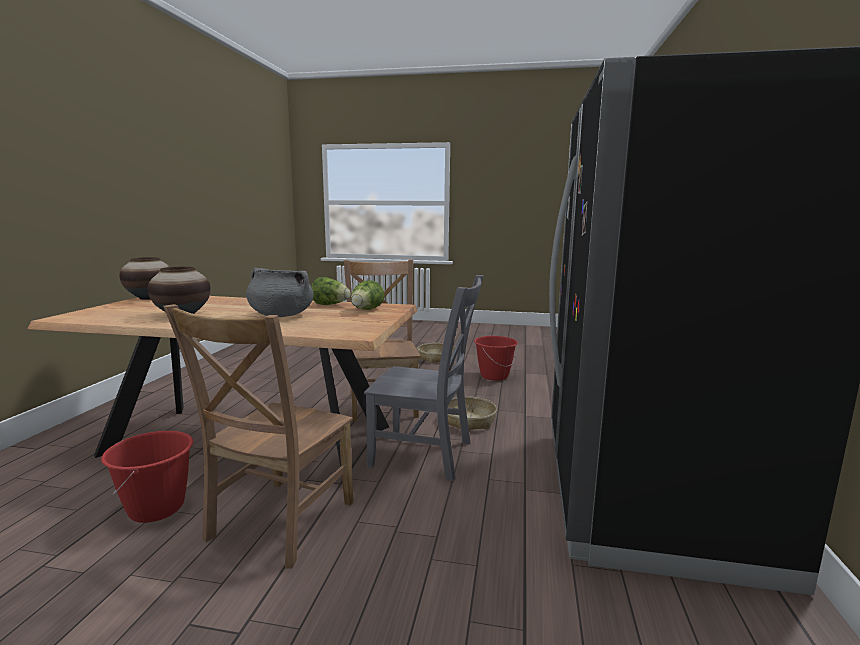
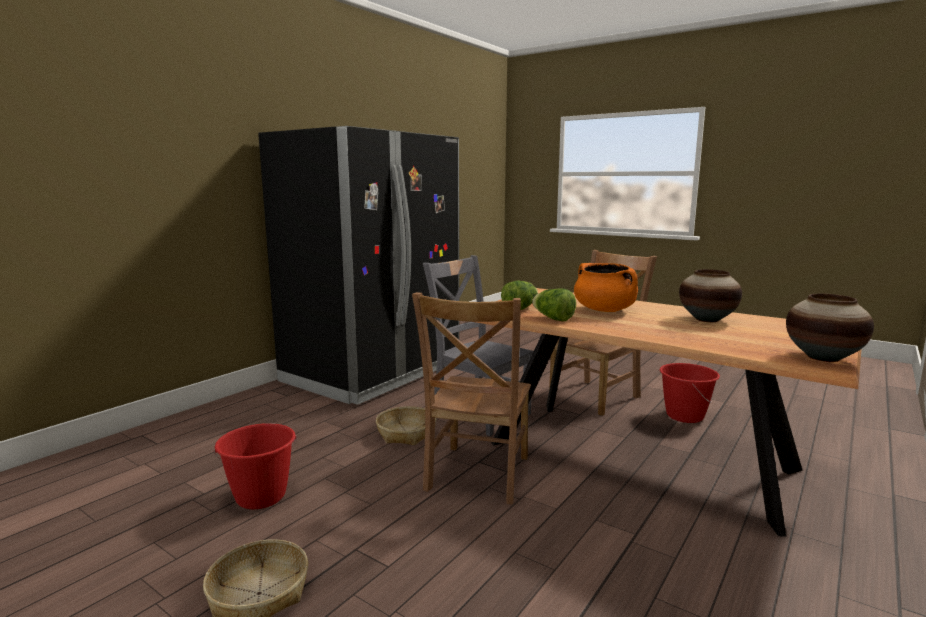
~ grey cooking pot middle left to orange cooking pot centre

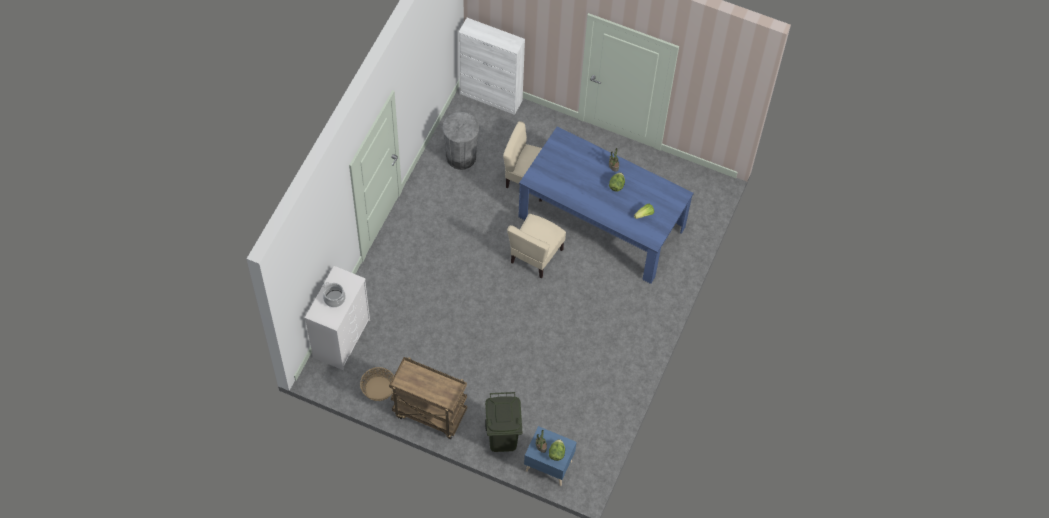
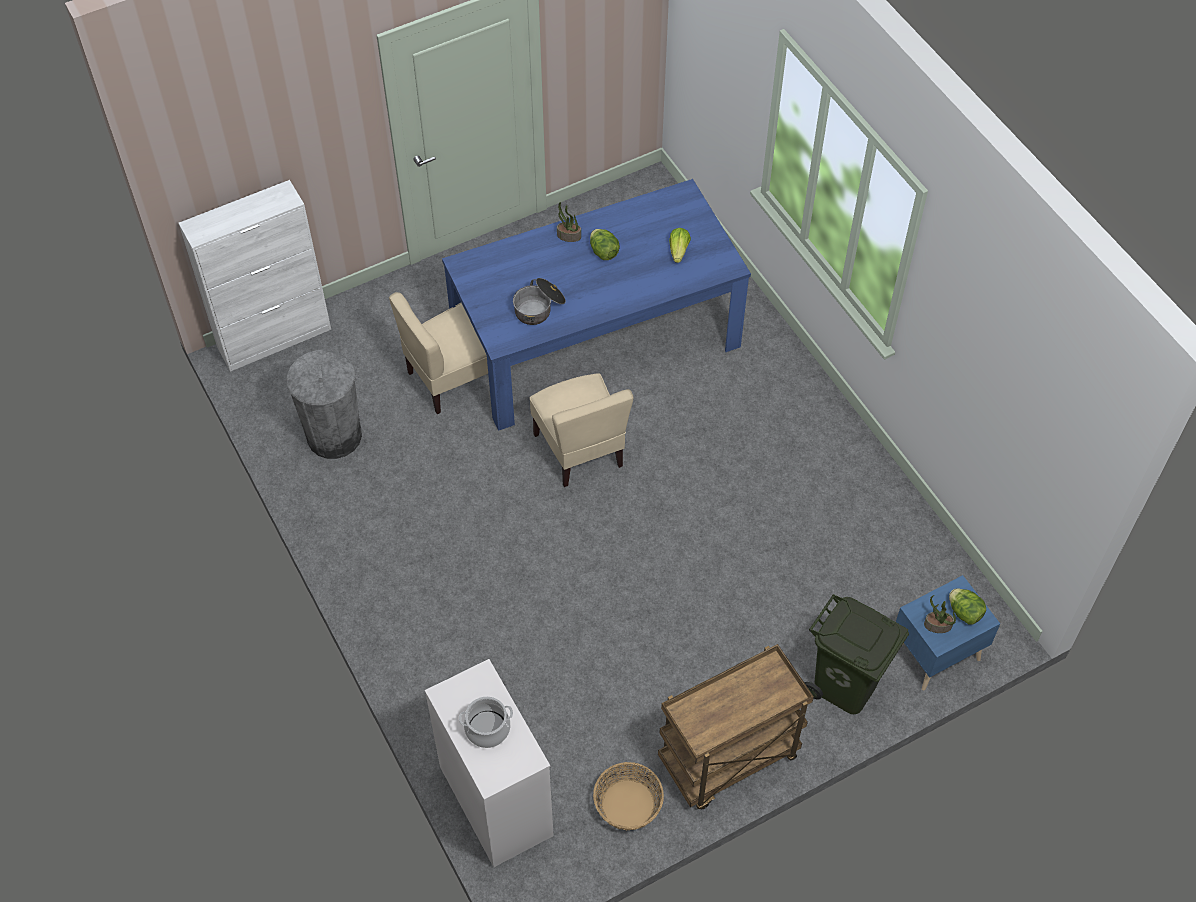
+ cooking pot (no. 2 from left) centre

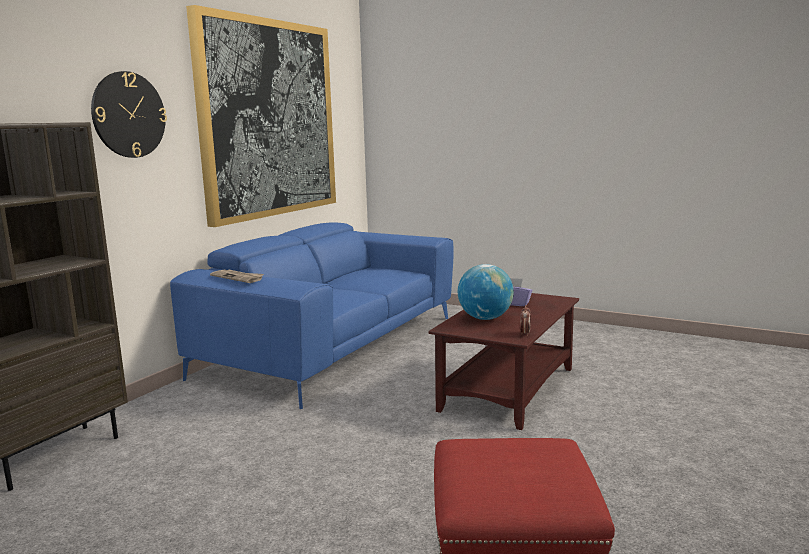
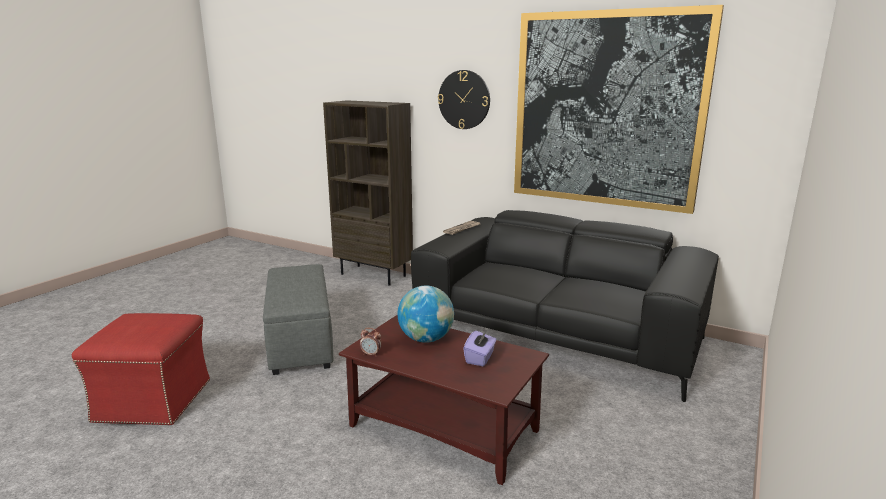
+ grey ottoman centre
~ blue sofa centre to black sofa centre

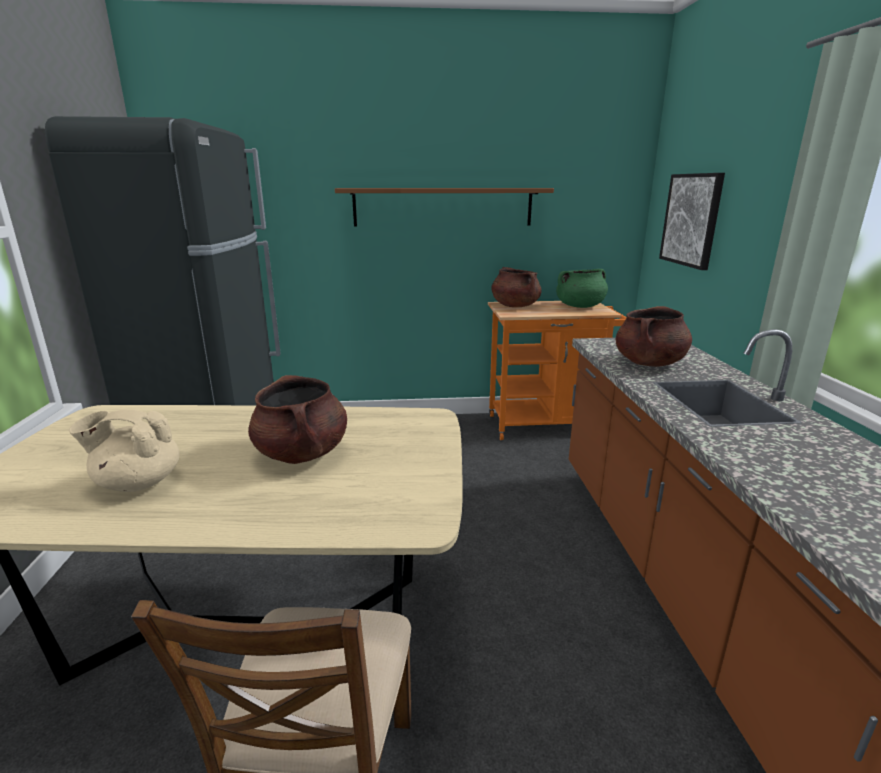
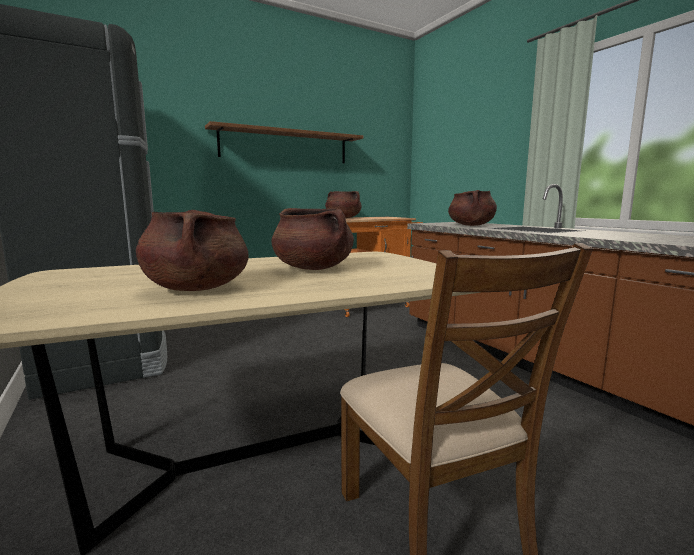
- green cooking pot centre
- picture top right
~ beige teapot middle left to brown cooking pot (no. 1 from left) middle left

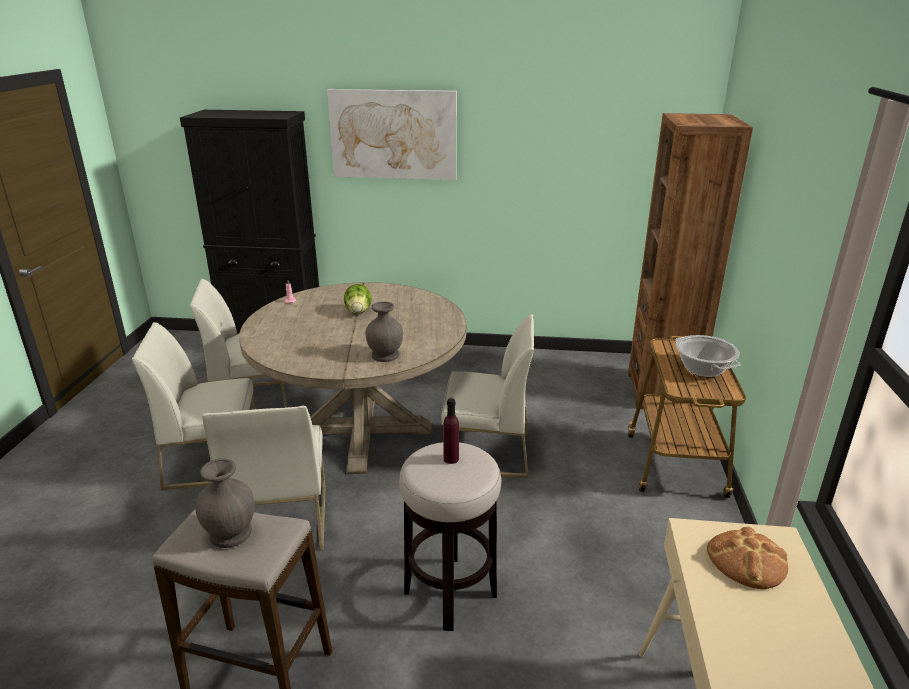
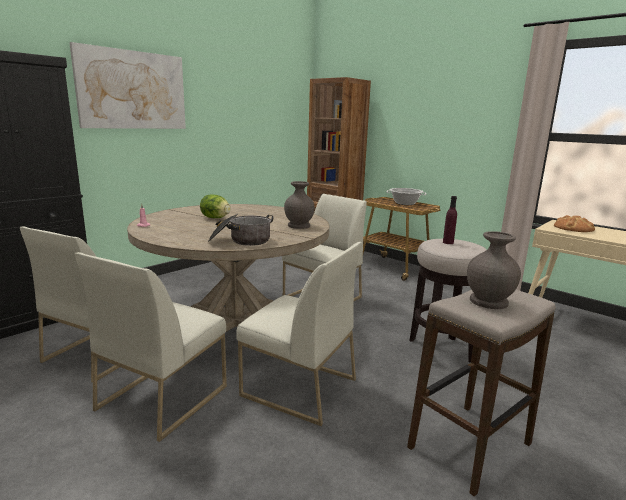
+ cooking pot (no. 1 from left) centre

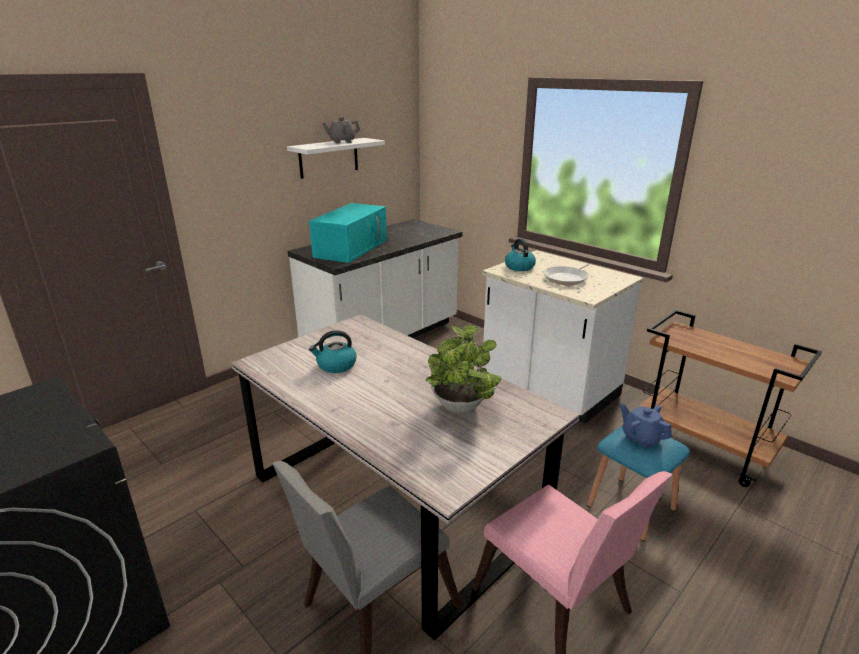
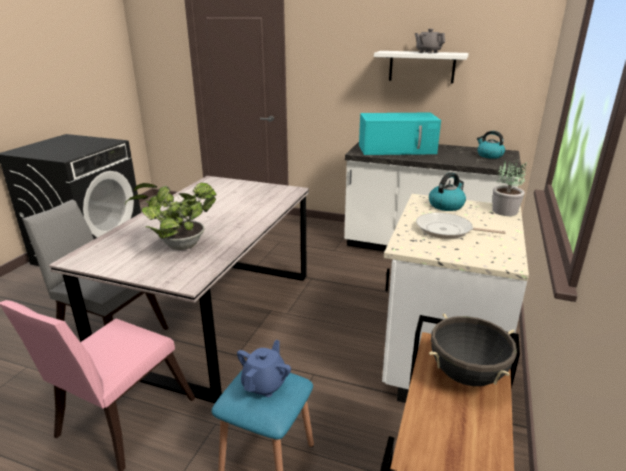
+ black cooking pot bottom right
+ potted plant (no. 2 from left) middle right
~ kettle (no. 1 from left in the first image) centre to kettle (no. 2 from left) top right

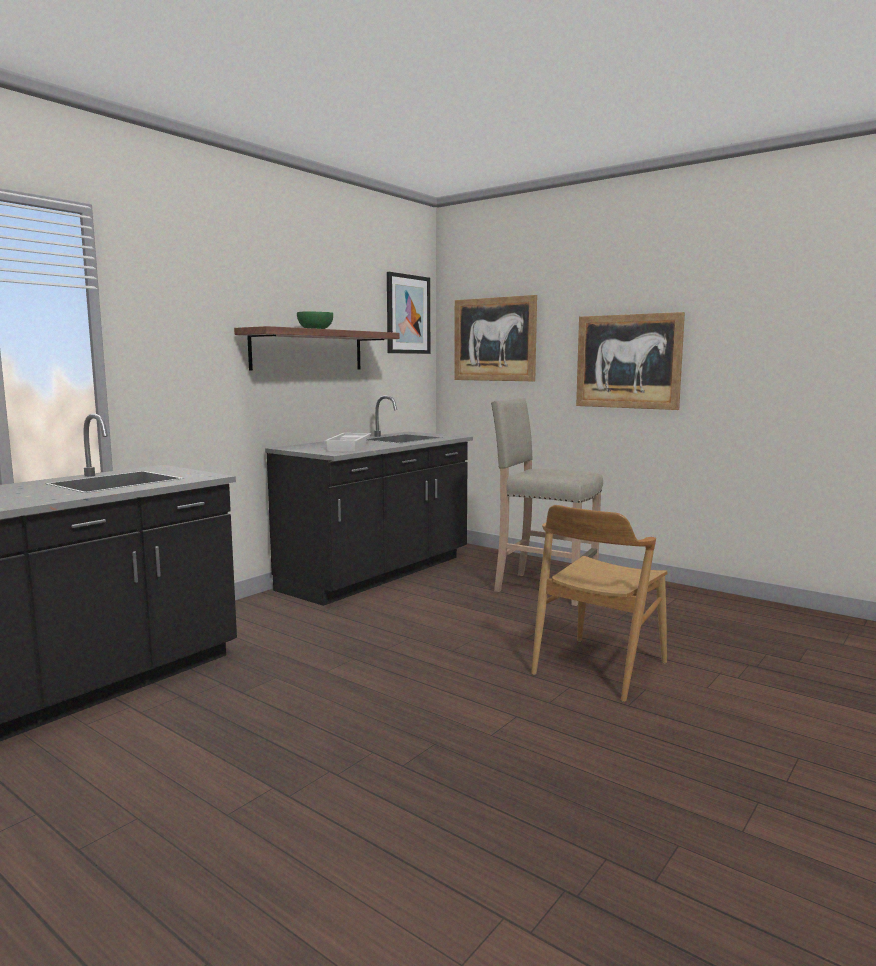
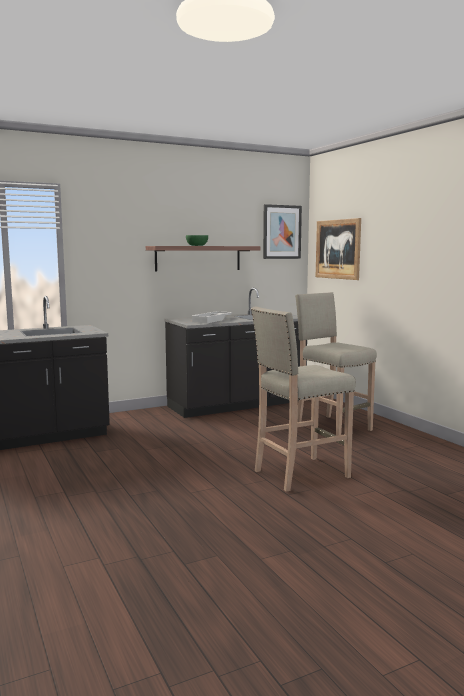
- picture (no. 3 from left) middle right
~ brown chair middle right to beige stool (no. 1 from left) centre

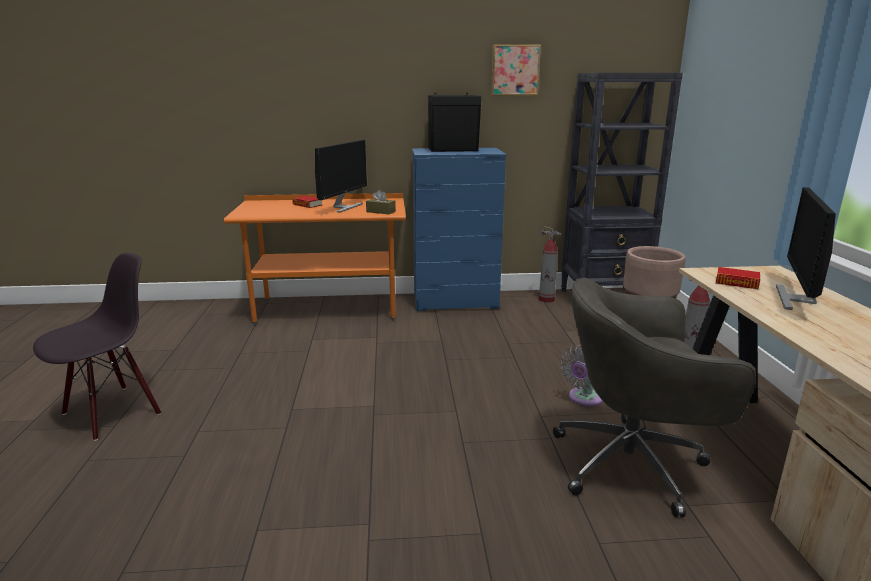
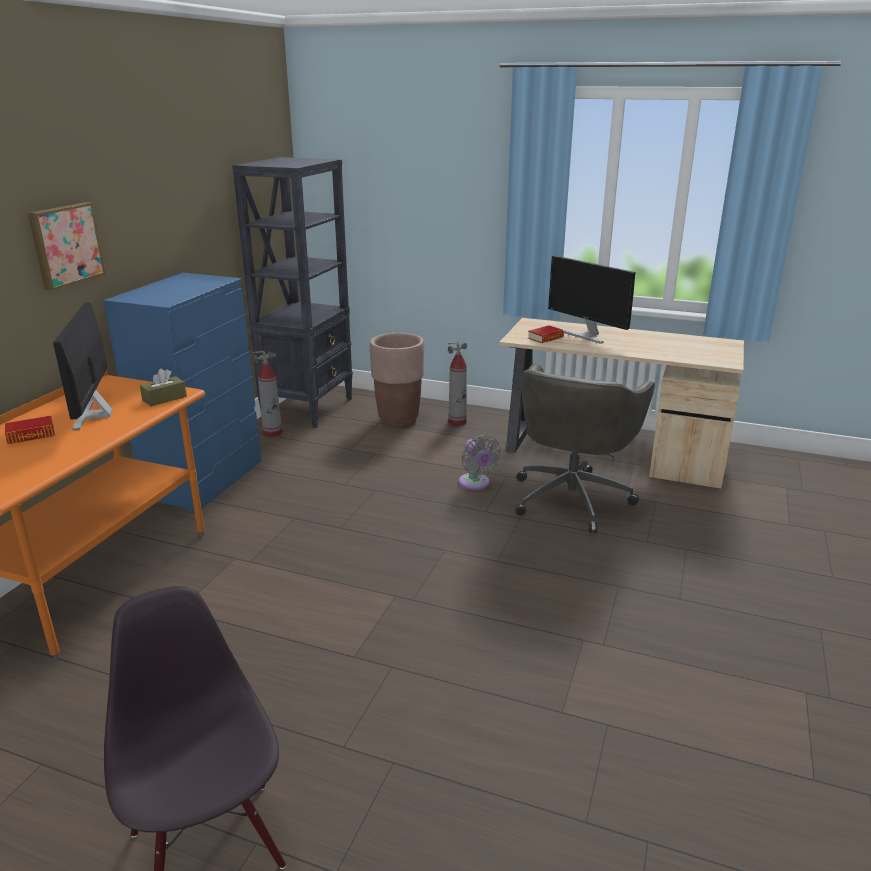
- black speaker top centre
~ picture top centre to top left
~ monitor (no. 1 from left) top centre = middle left 150 degrees counterclockwise

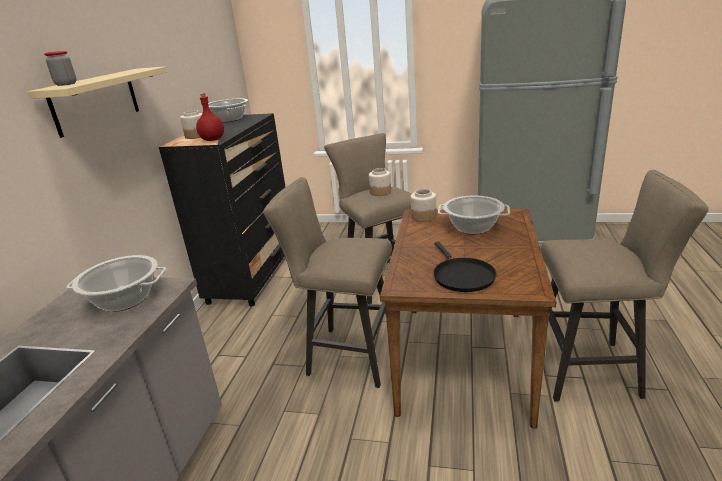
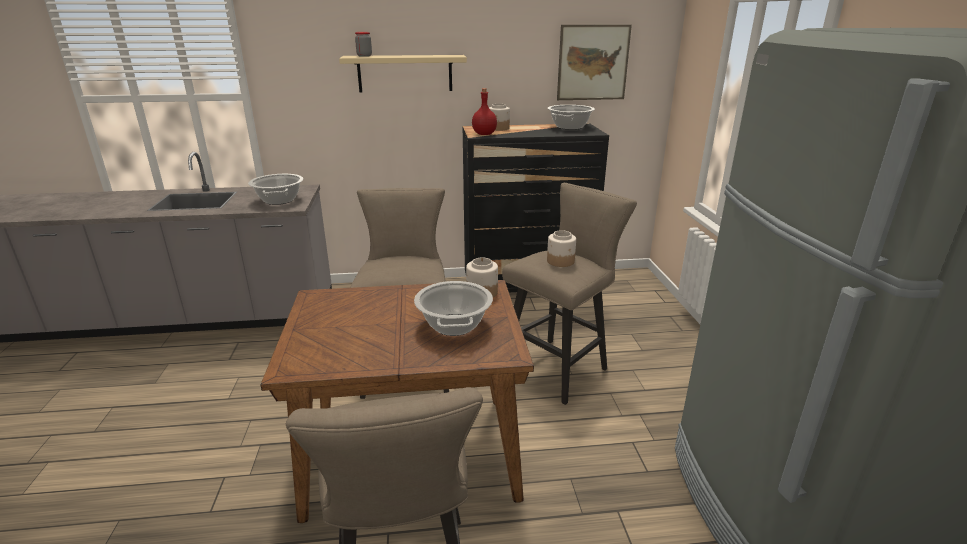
- black frying pan centre
+ picture top centre

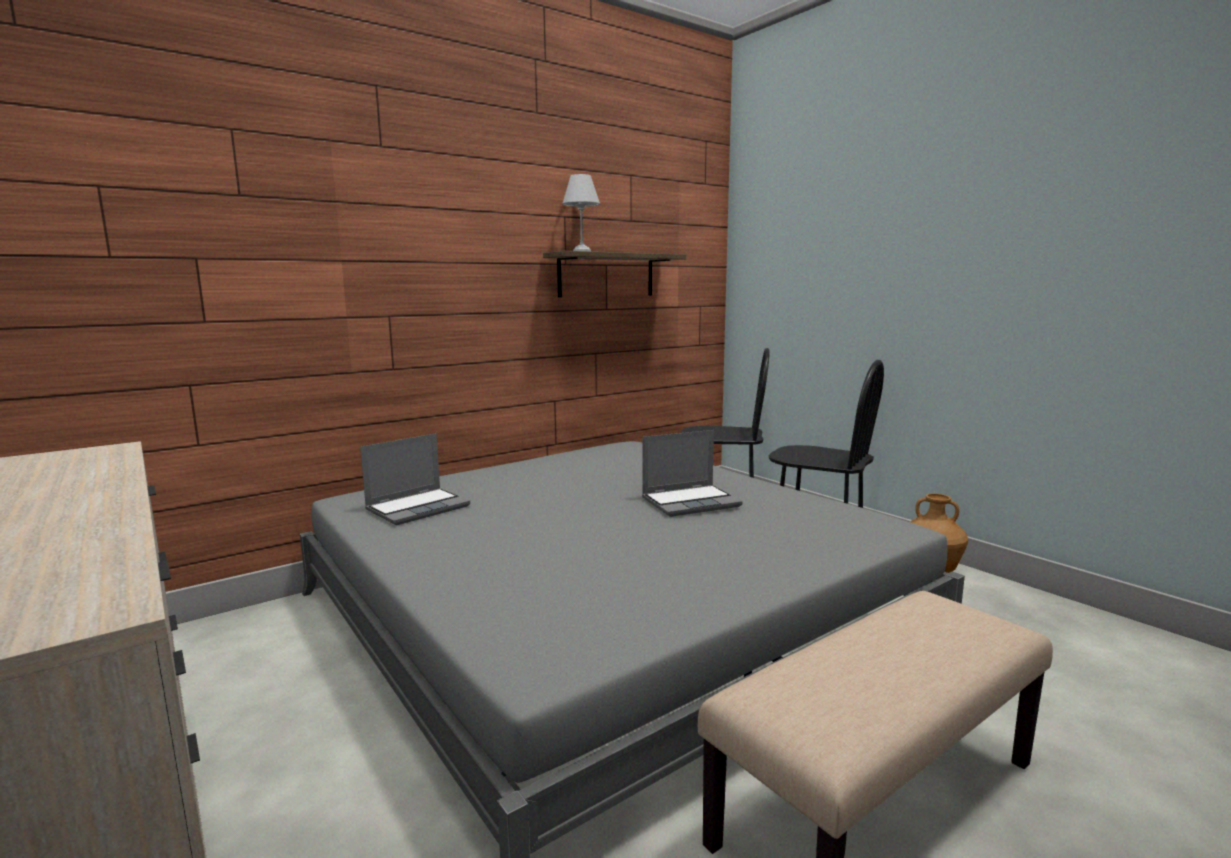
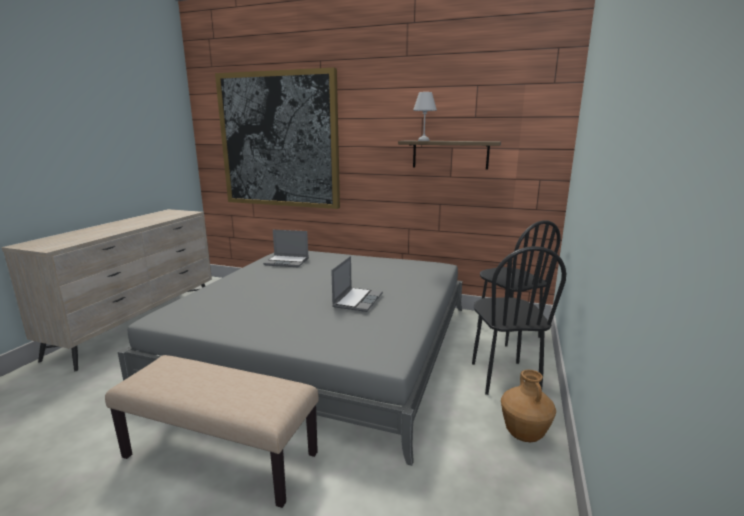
+ picture top centre
~ laptop (no. 2 from left) centre = centre 105 degrees counterclockwise

